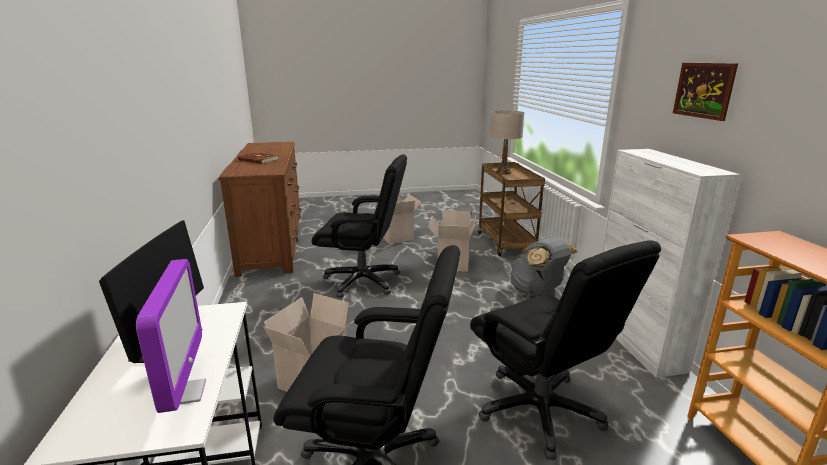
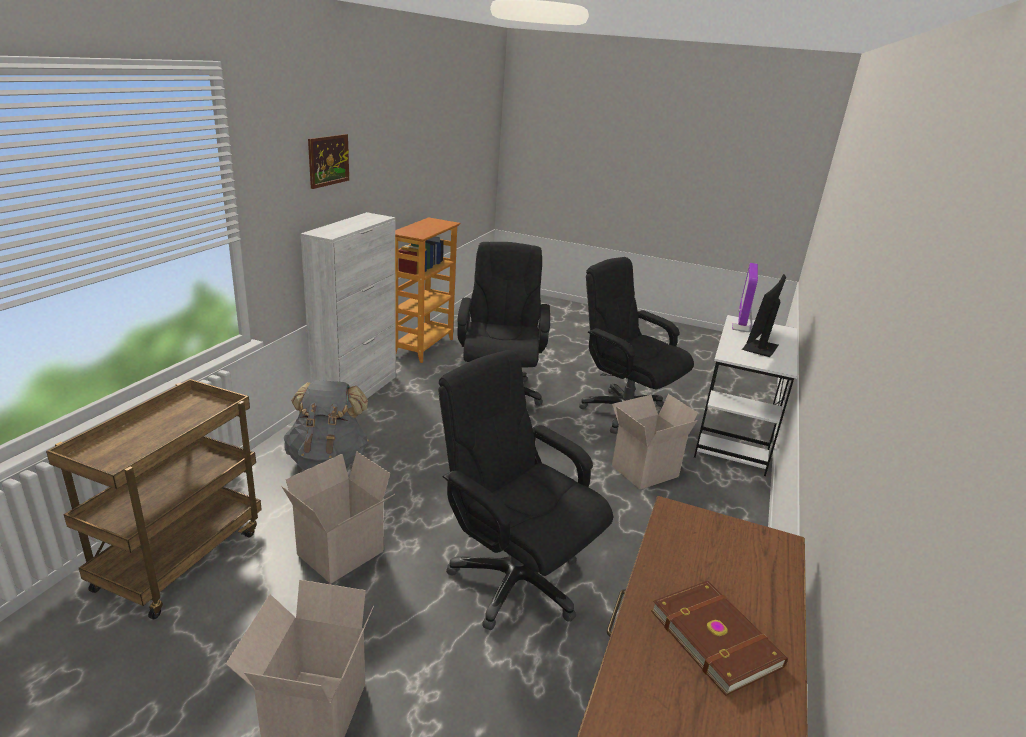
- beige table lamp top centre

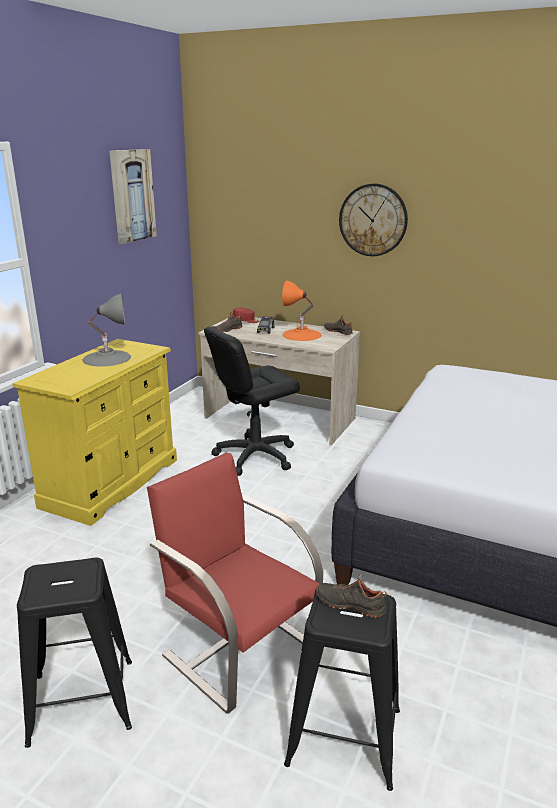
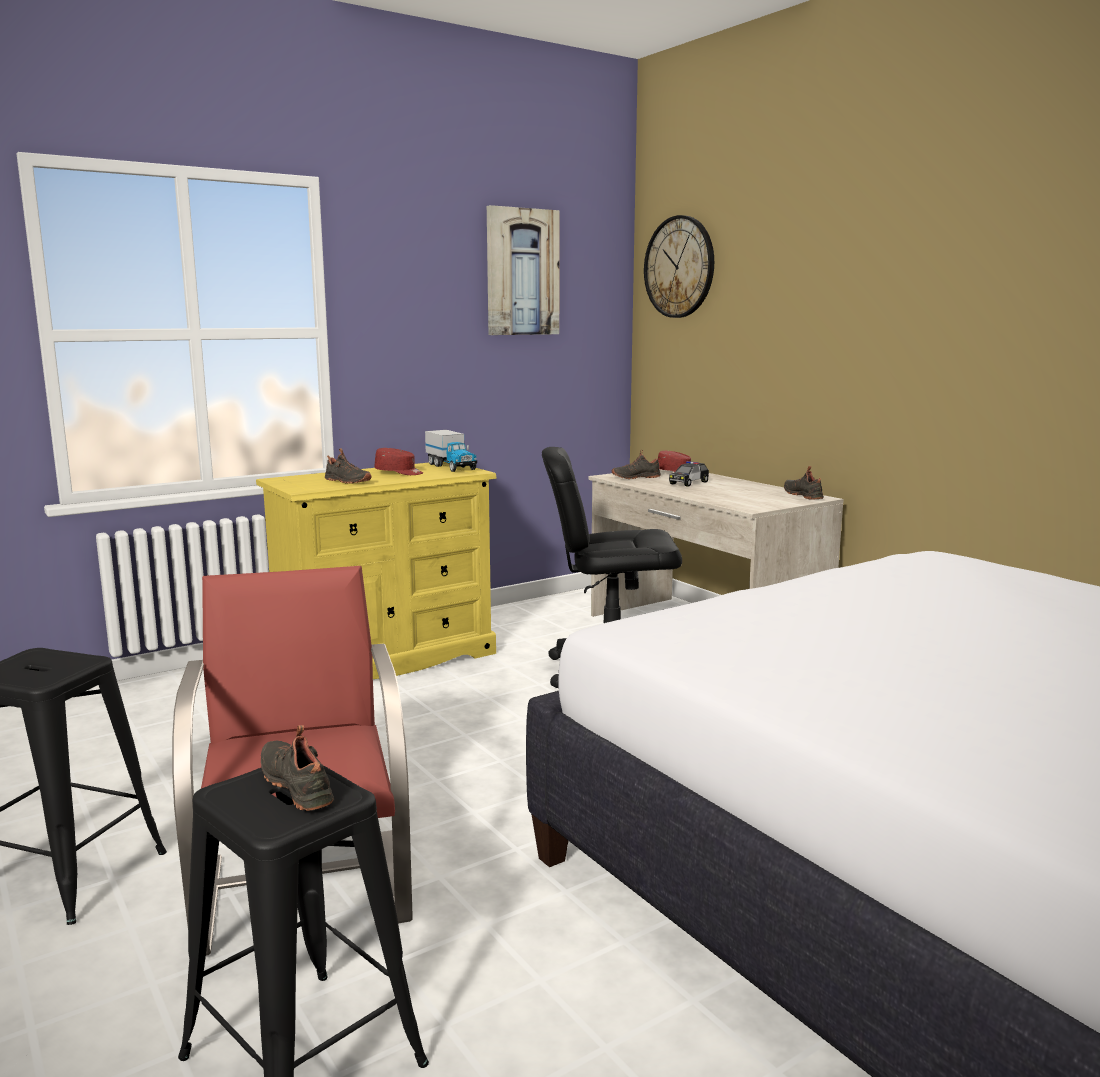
- orange table lamp centre
+ black shoe (no. 2 from left) middle left
+ toy truck centre
~ wall clock top right to top centre
~ grey table lamp middle left to red cap (no. 1 from left) centre

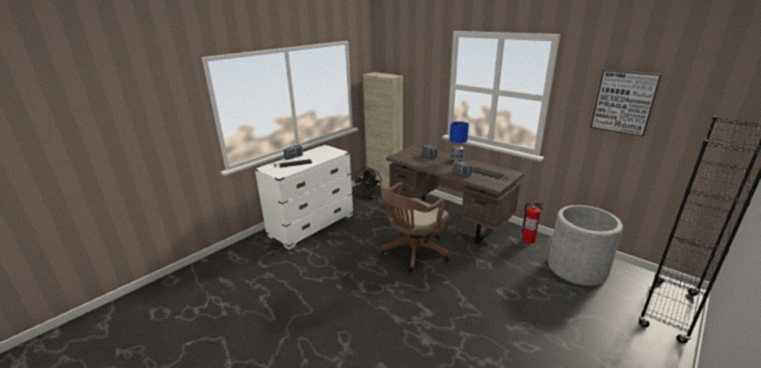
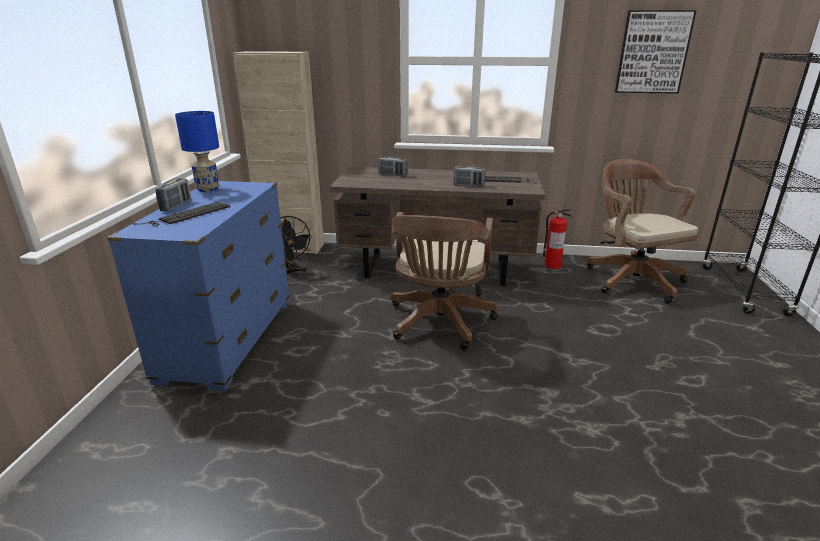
~ blue table lamp centre to top left
~ grey planter middle right to brown office chair (no. 2 from left) middle right
~ white dresser centre to blue dresser middle left

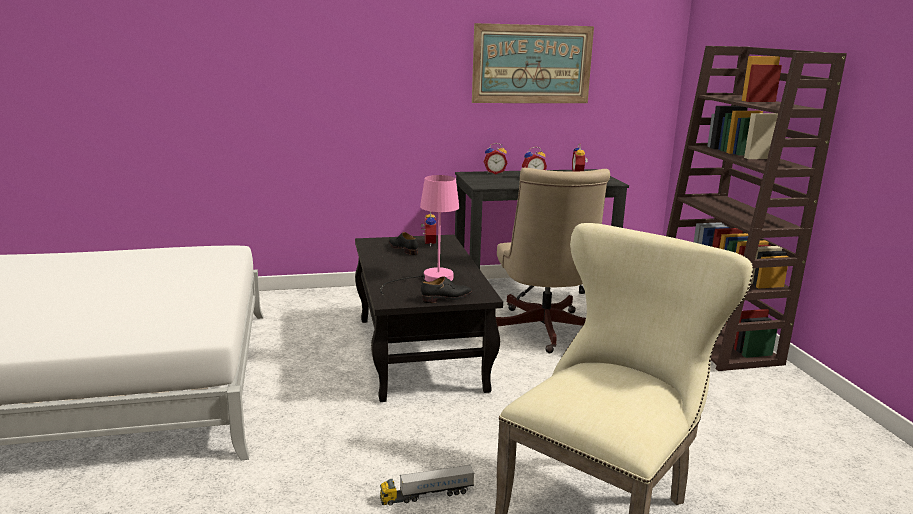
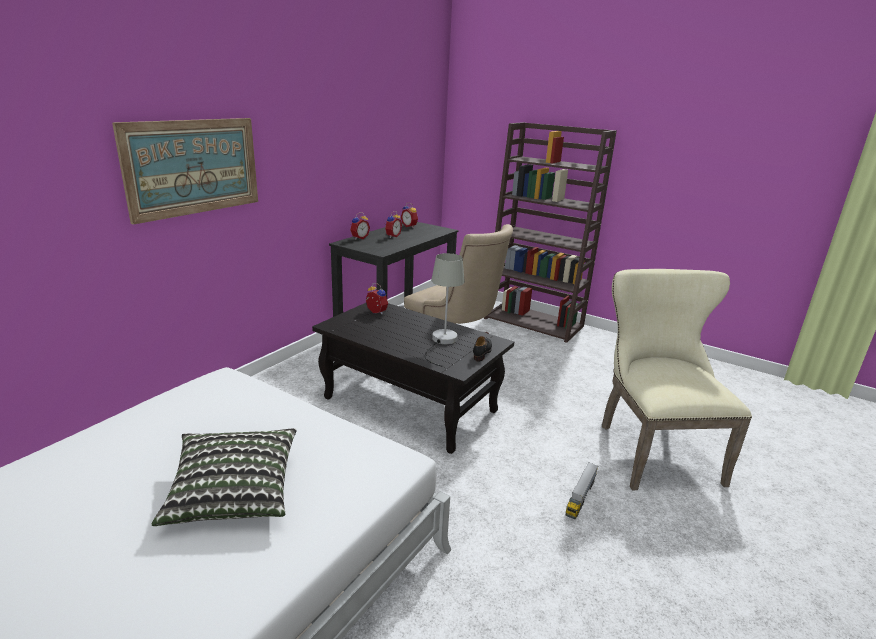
- black shoe (no. 1 from left) centre
+ pillow bottom left
~ picture top centre to top left
~ pink table lamp centre to grey table lamp centre

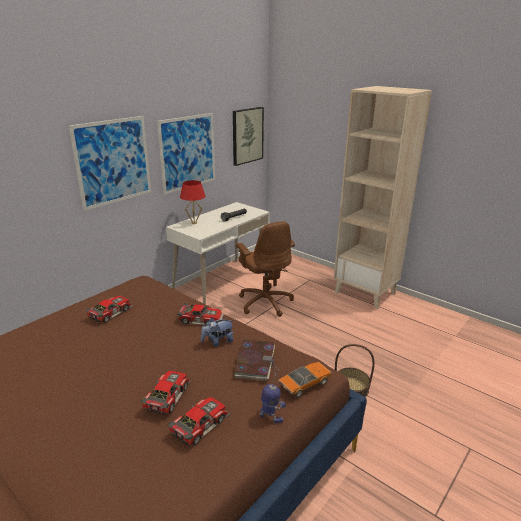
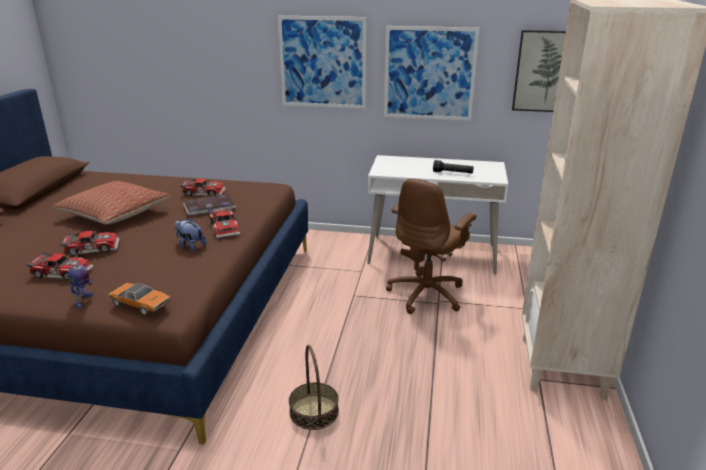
- red table lamp centre
+ pillow middle left
~ book bottom centre to middle left

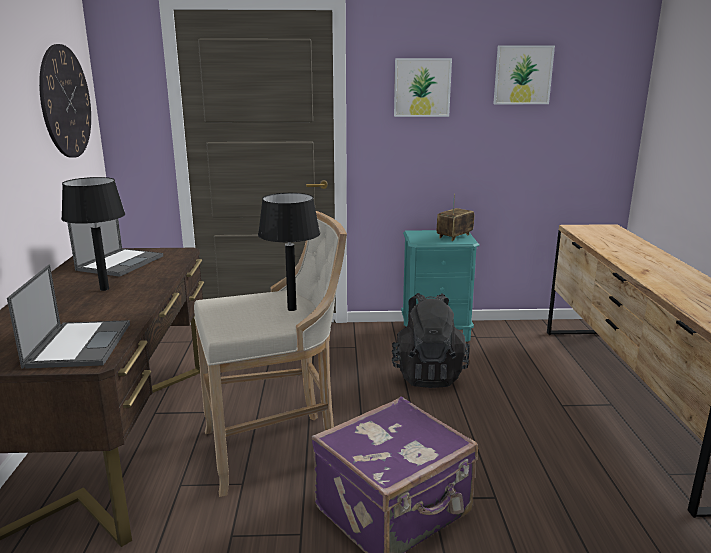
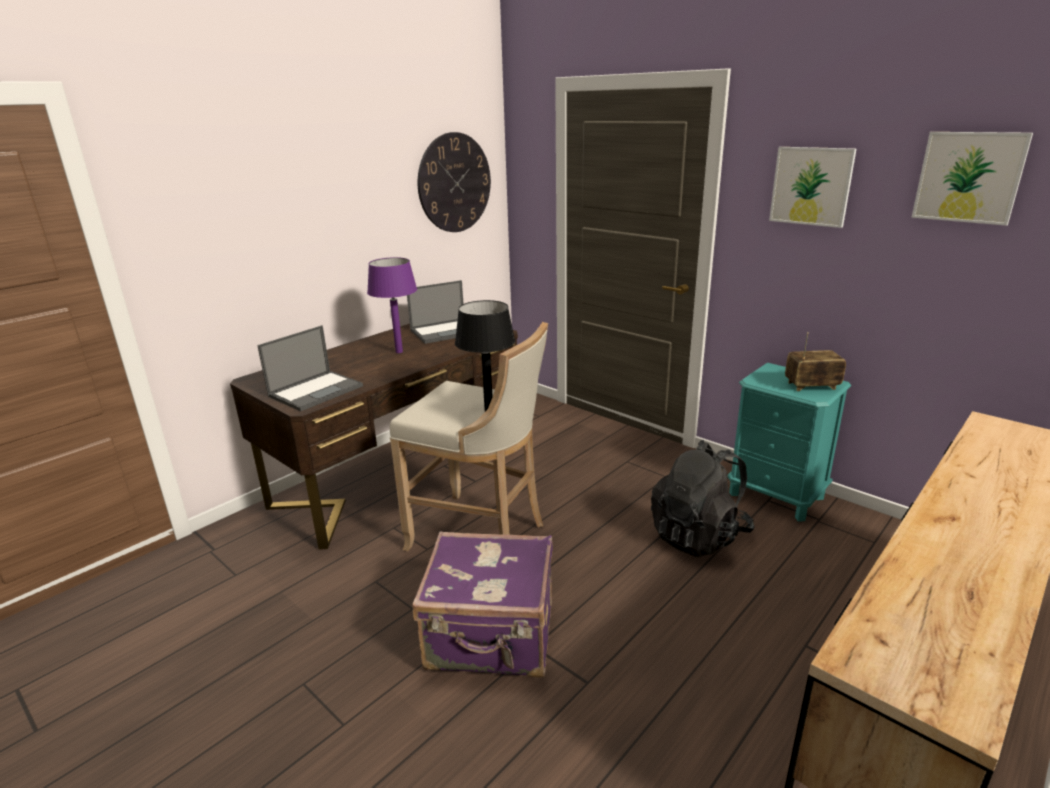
~ black table lamp (no. 1 from left) middle left to purple table lamp centre

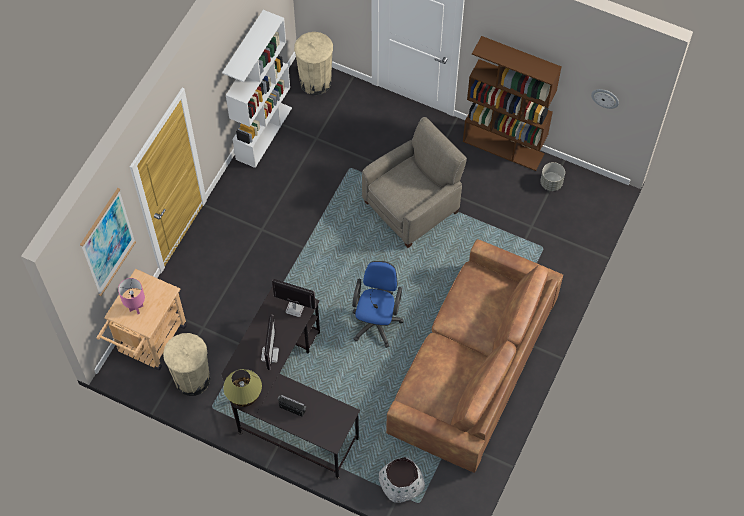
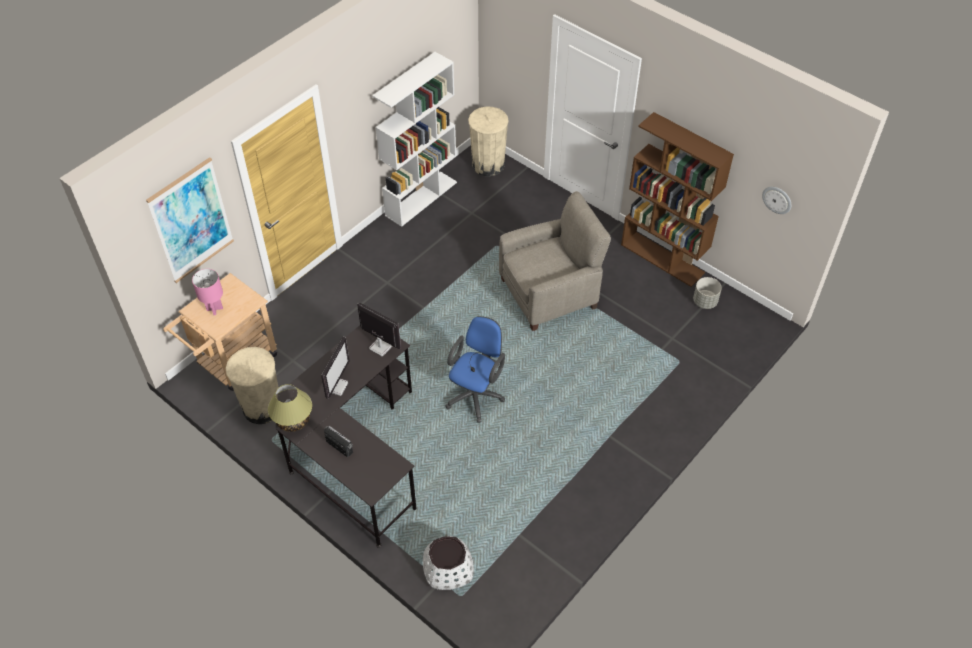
- brown sofa bottom centre

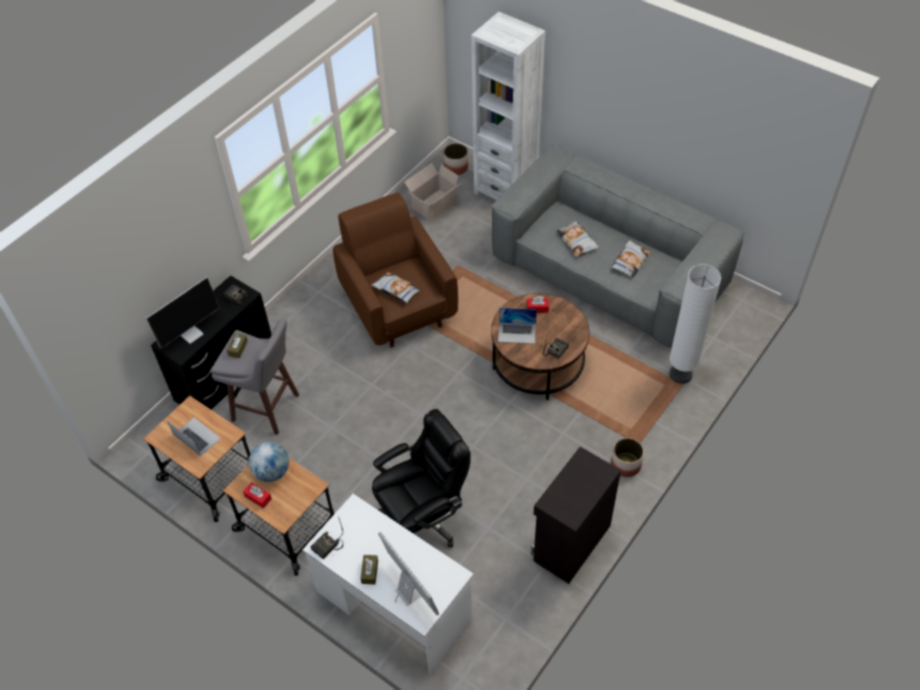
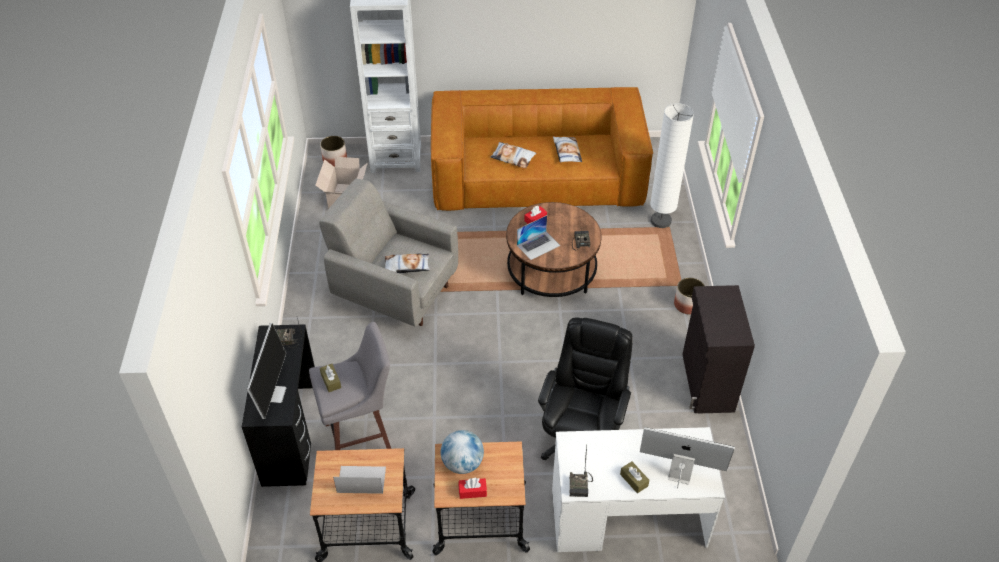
~ brown armchair centre to grey armchair centre
~ grey sofa middle right to brown sofa top centre

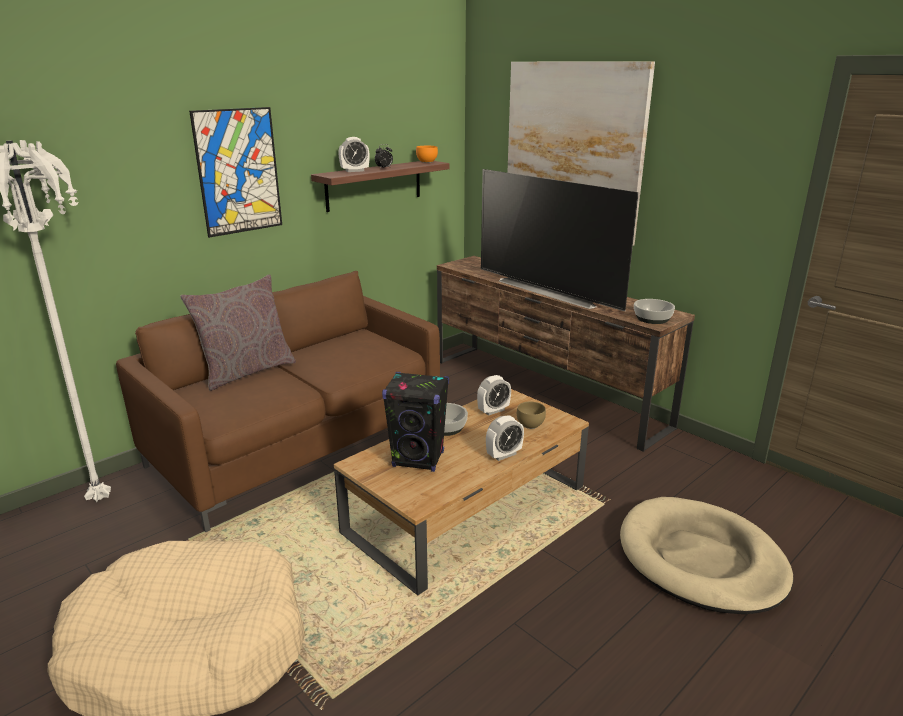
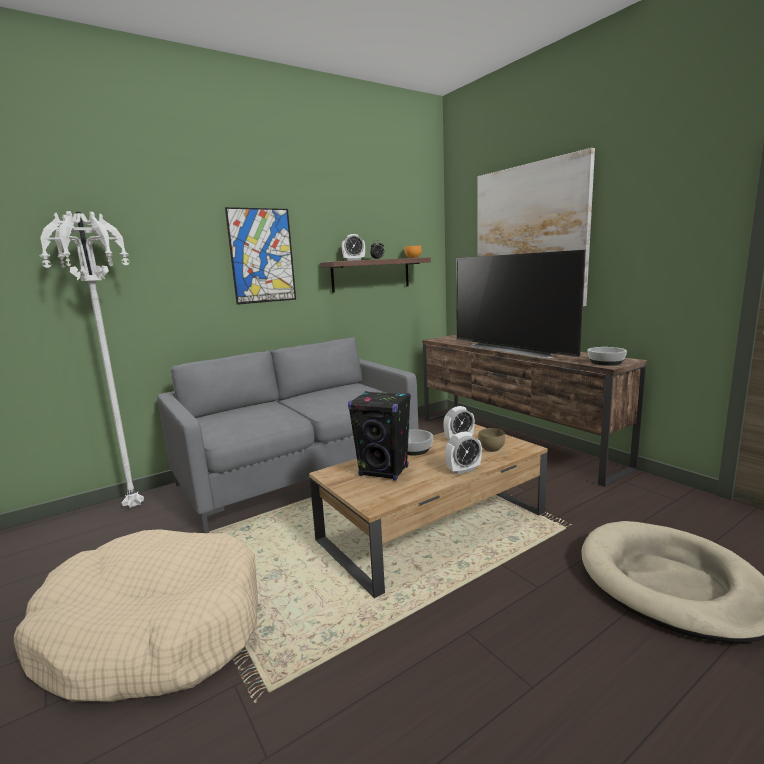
- grey pillow middle left
~ brown sofa middle left to grey sofa centre

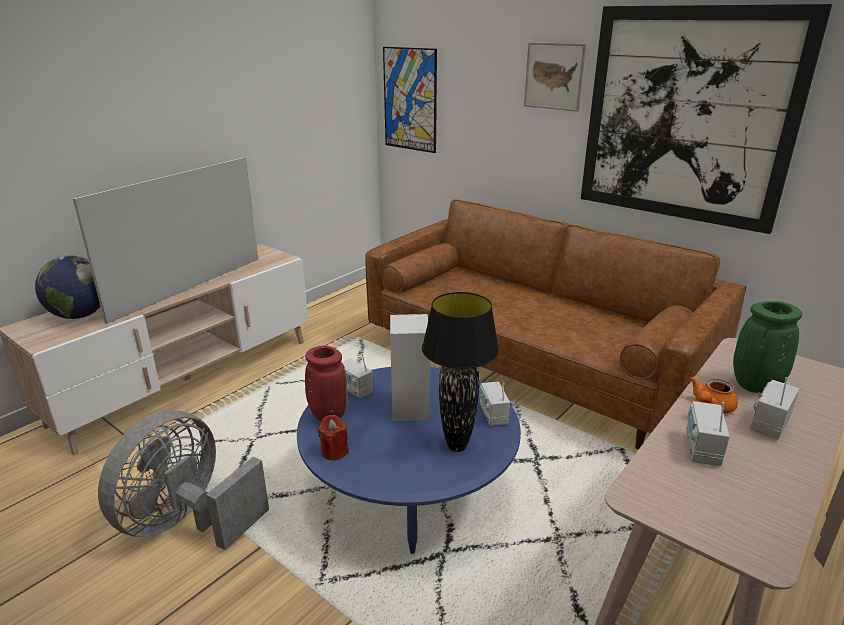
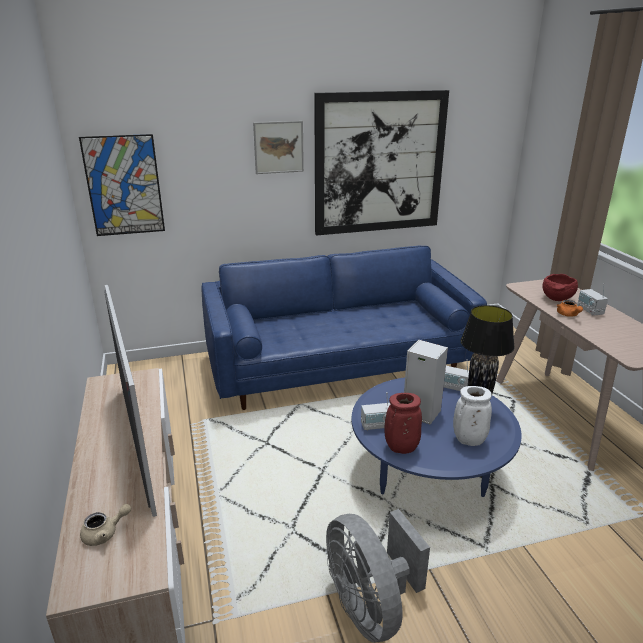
- red candle bottom centre
- radio (no. 3 from left) bottom right
+ white vase middle right
~ globe middle left to beige teapot bottom left
~ green vase middle right to red bowl middle right
~ brown sofa centre to blue sofa centre

